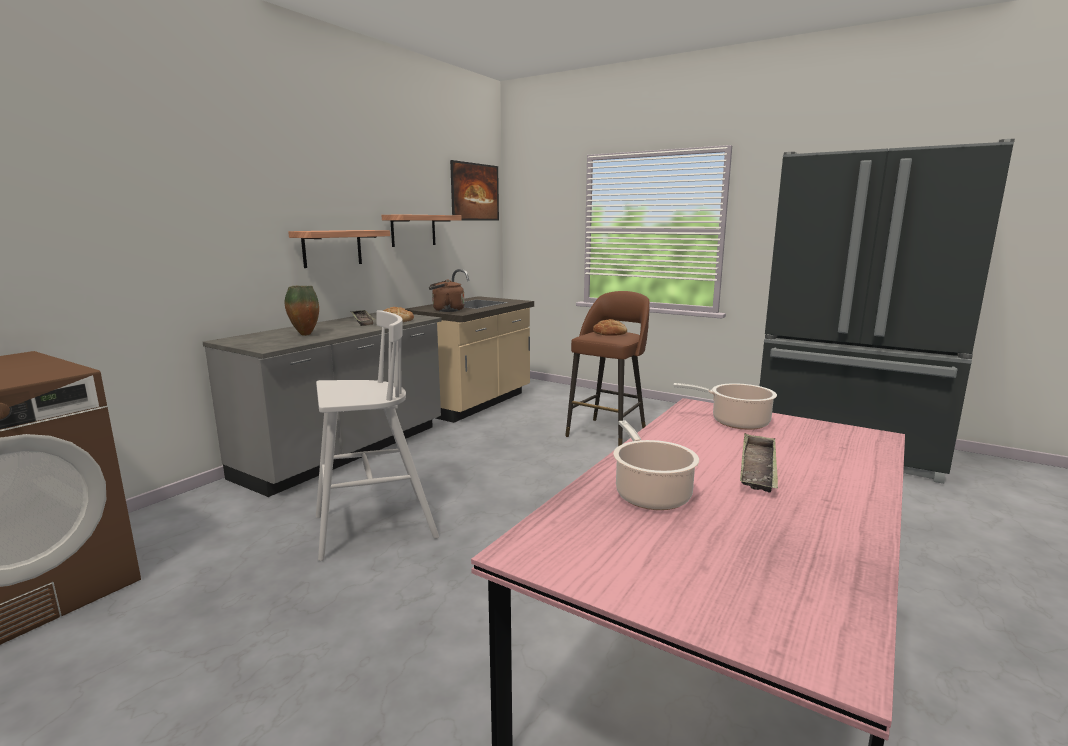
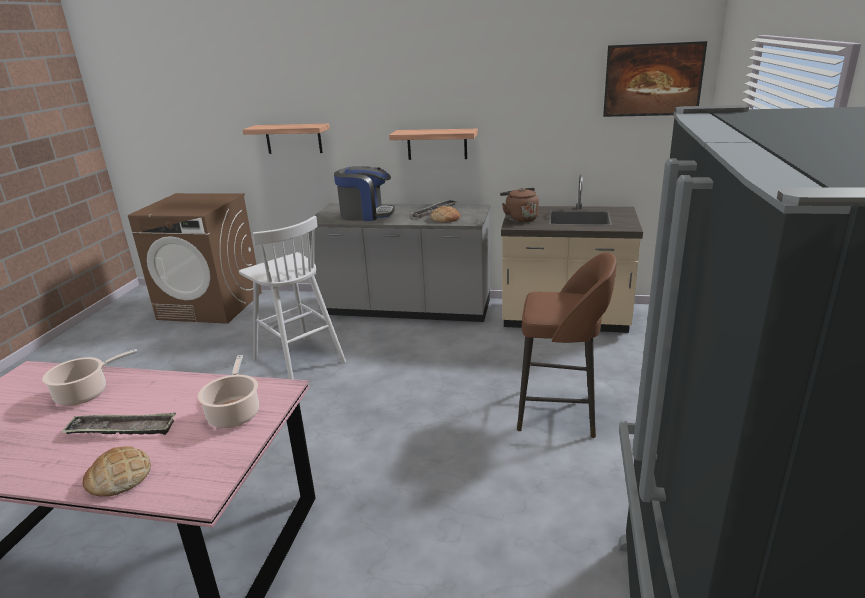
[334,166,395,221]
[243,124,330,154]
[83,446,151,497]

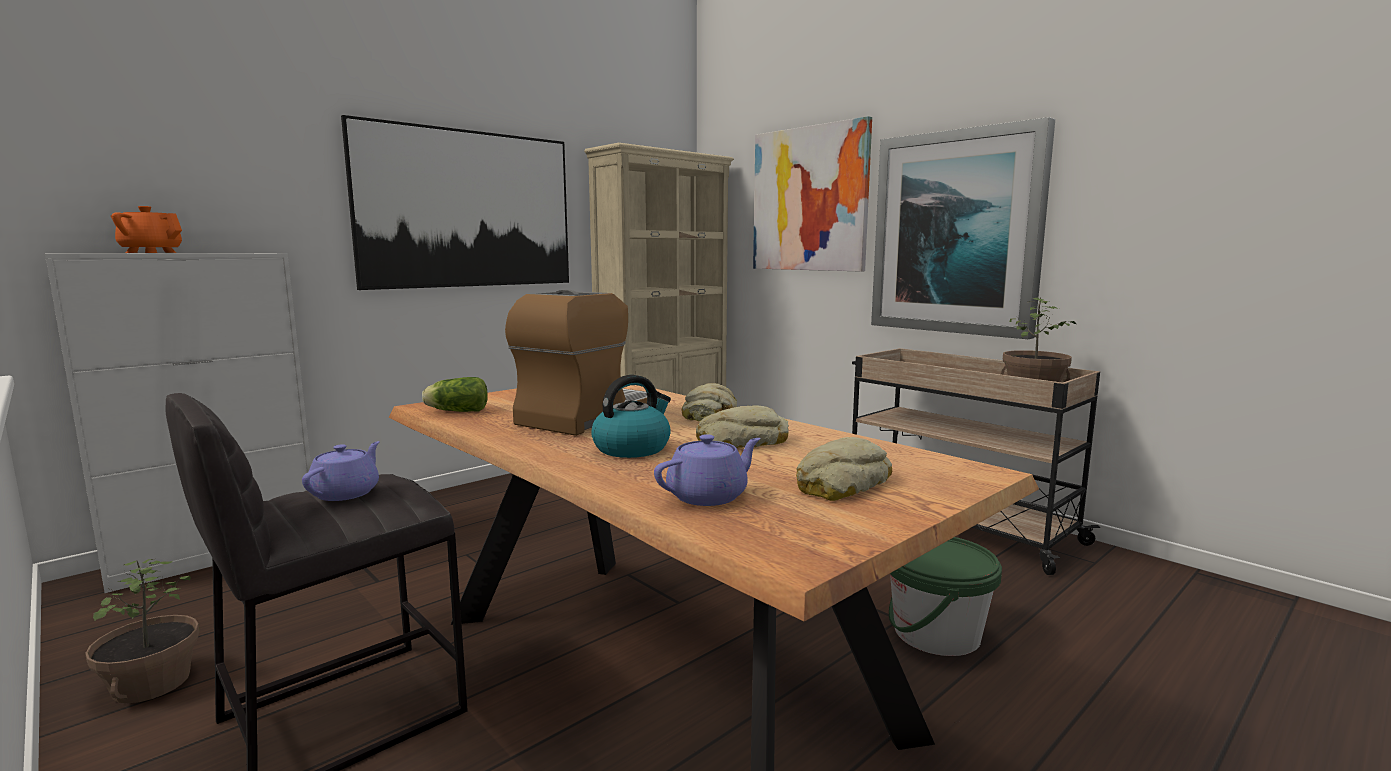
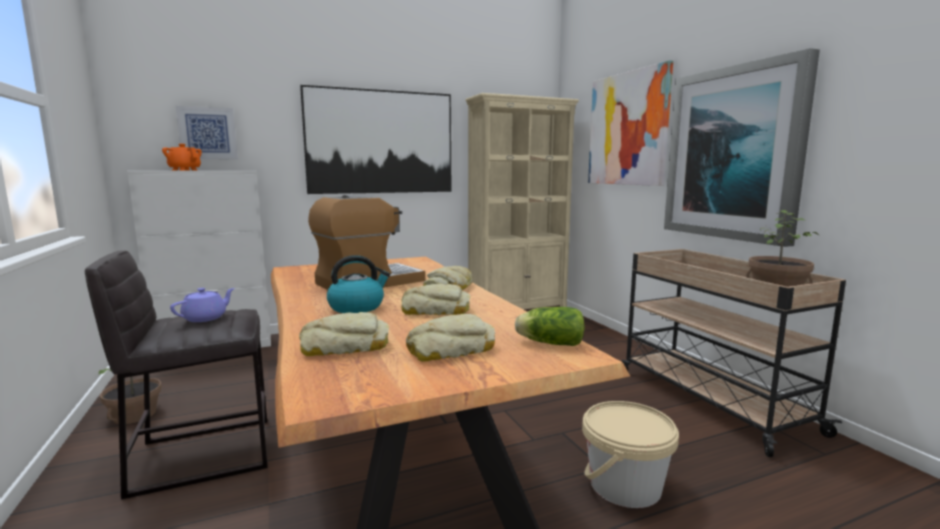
[515,307,585,346]
[299,312,389,356]
[582,401,679,508]
[176,106,238,159]

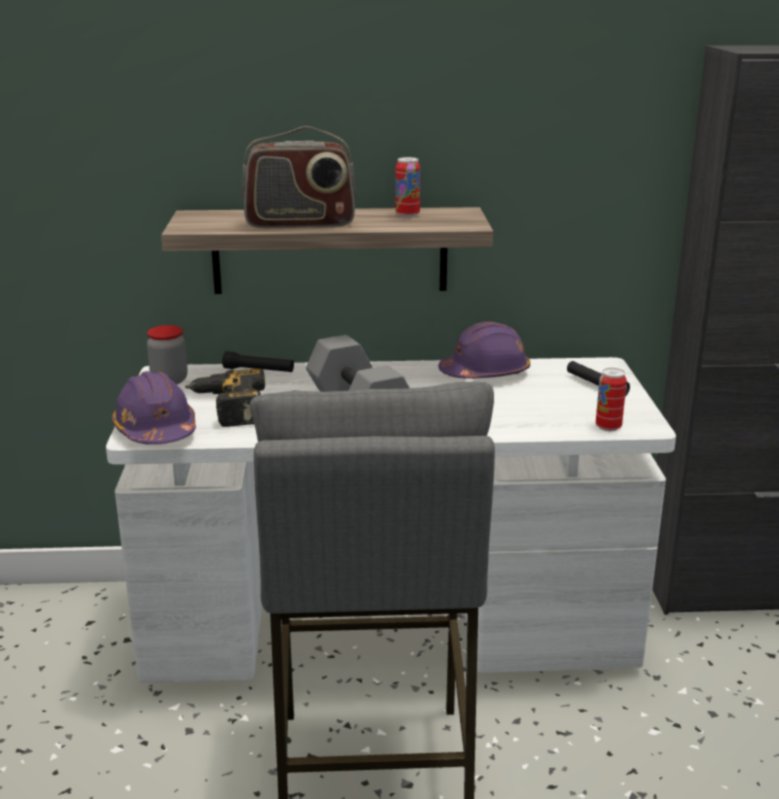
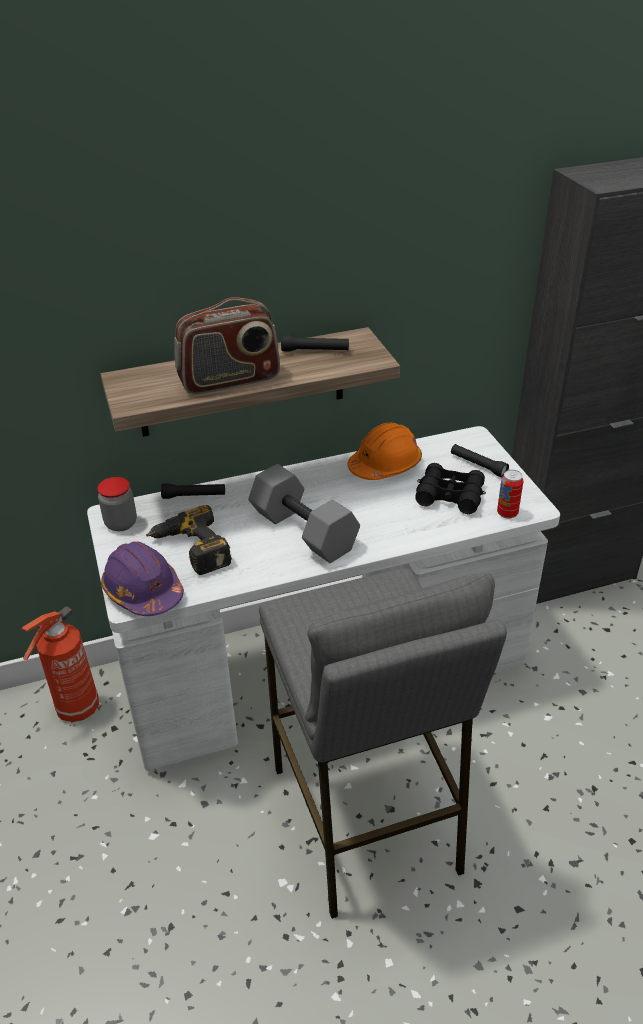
[281,335,349,352]
[348,422,422,480]
[22,607,99,722]
[416,463,486,514]

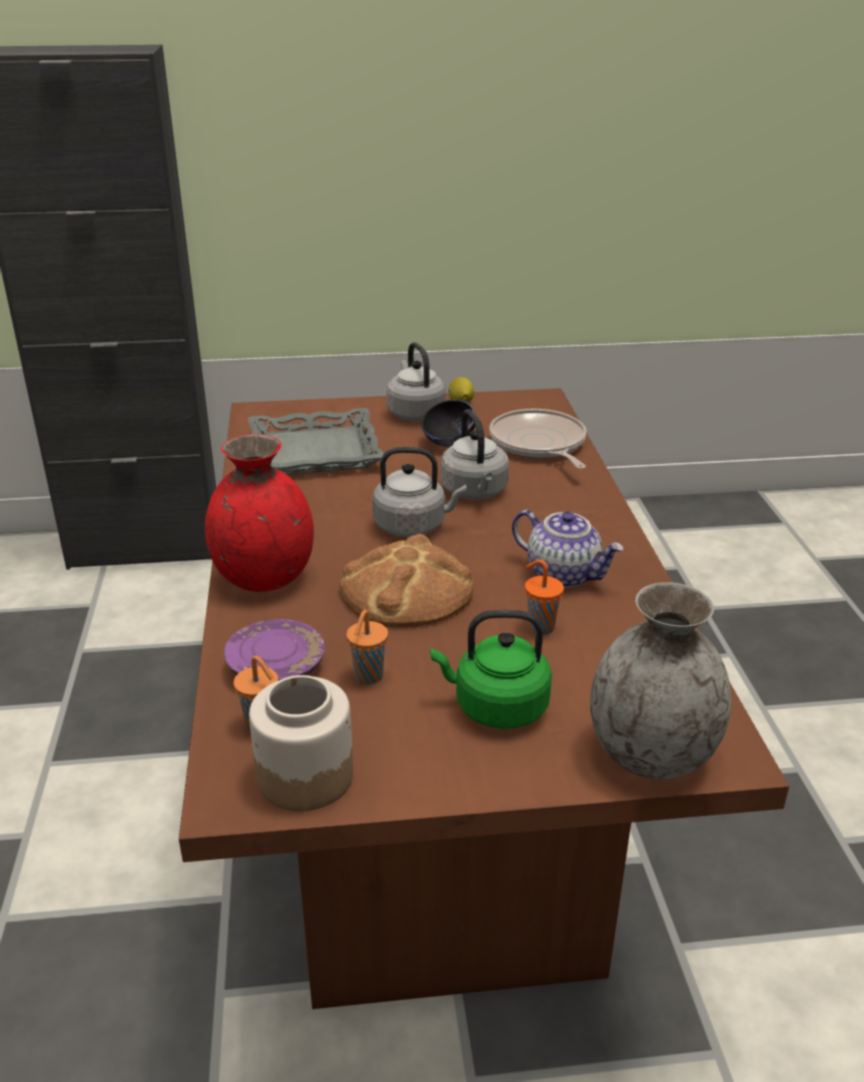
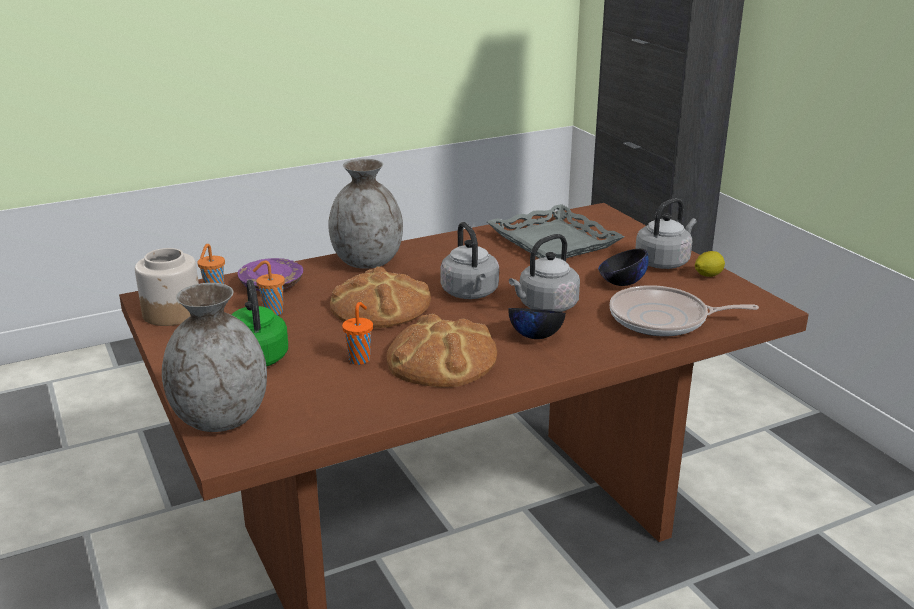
[328,159,403,269]
[609,285,759,336]
[387,314,497,387]
[508,308,566,339]

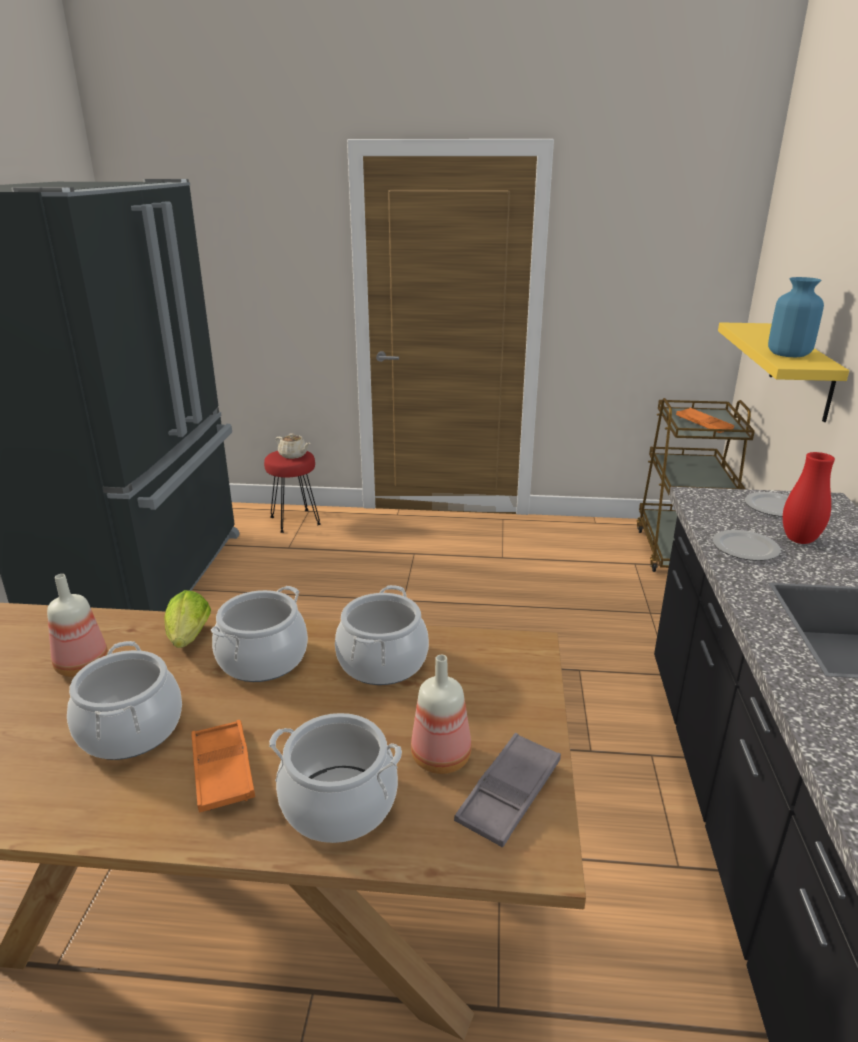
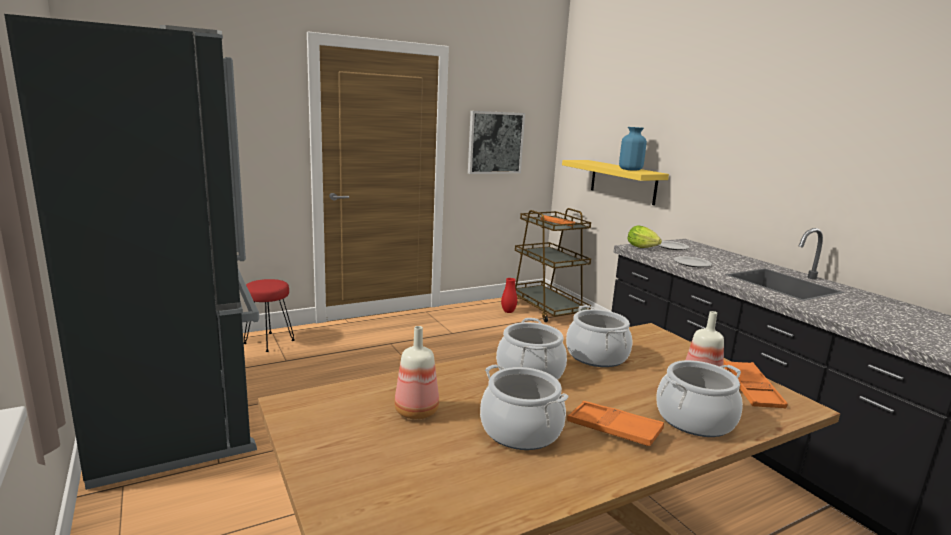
[628,225,662,248]
[276,433,310,459] (first image)
[723,360,788,408]
[501,278,517,313]
[468,111,525,174]

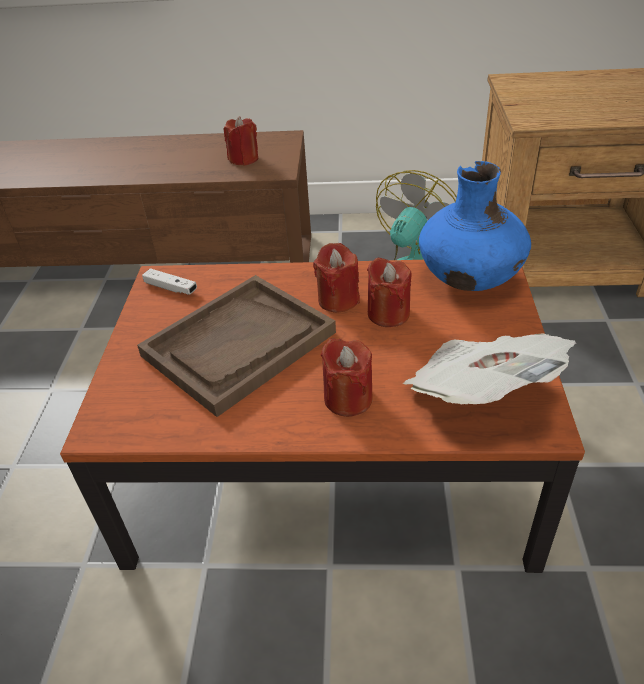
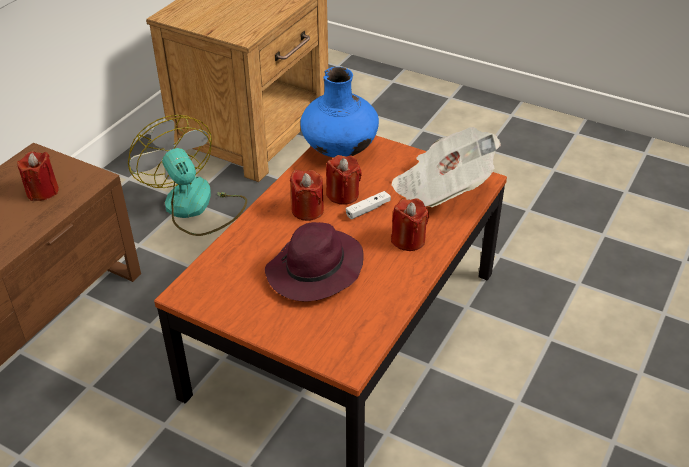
[265,222,364,302]
[346,191,391,219]

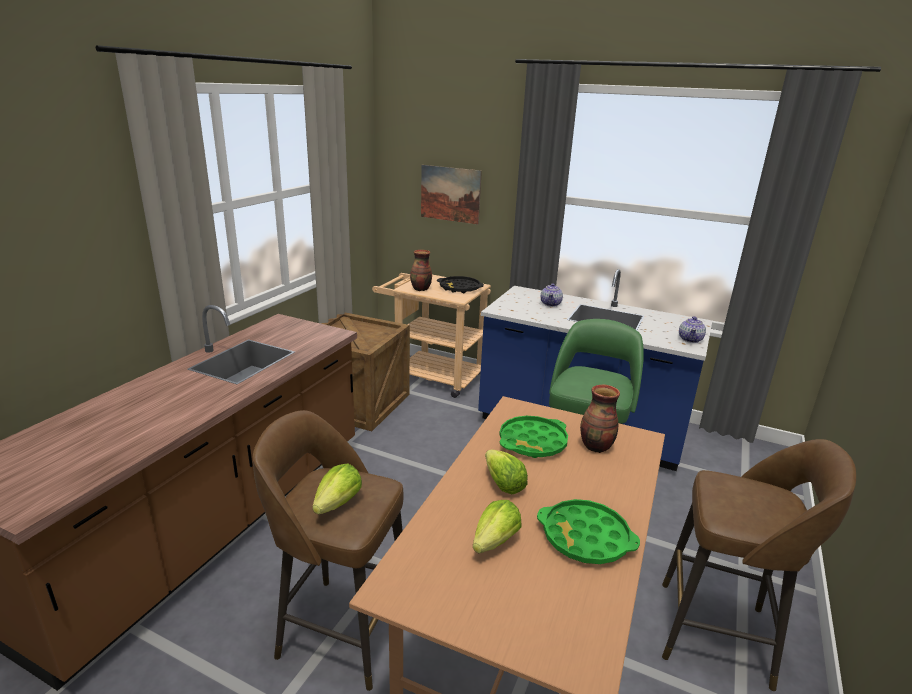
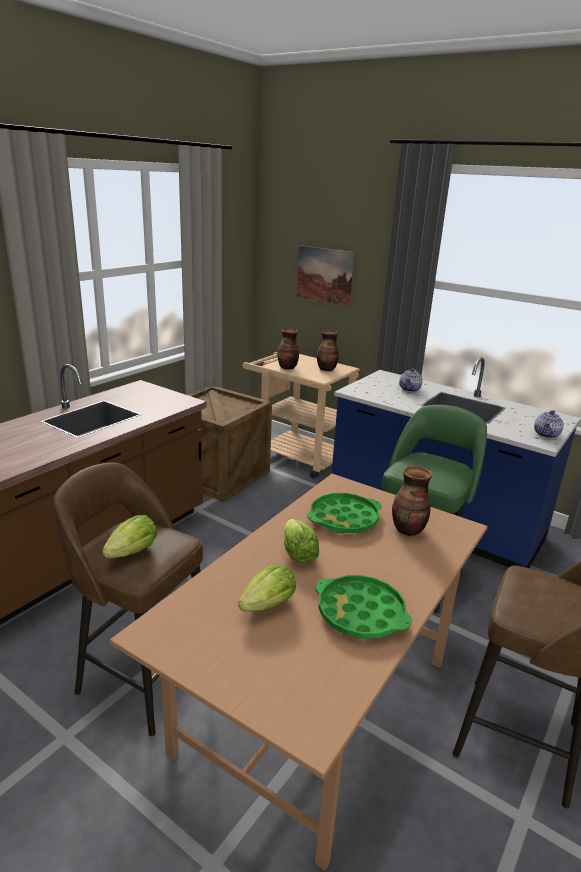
[317,330,339,371]

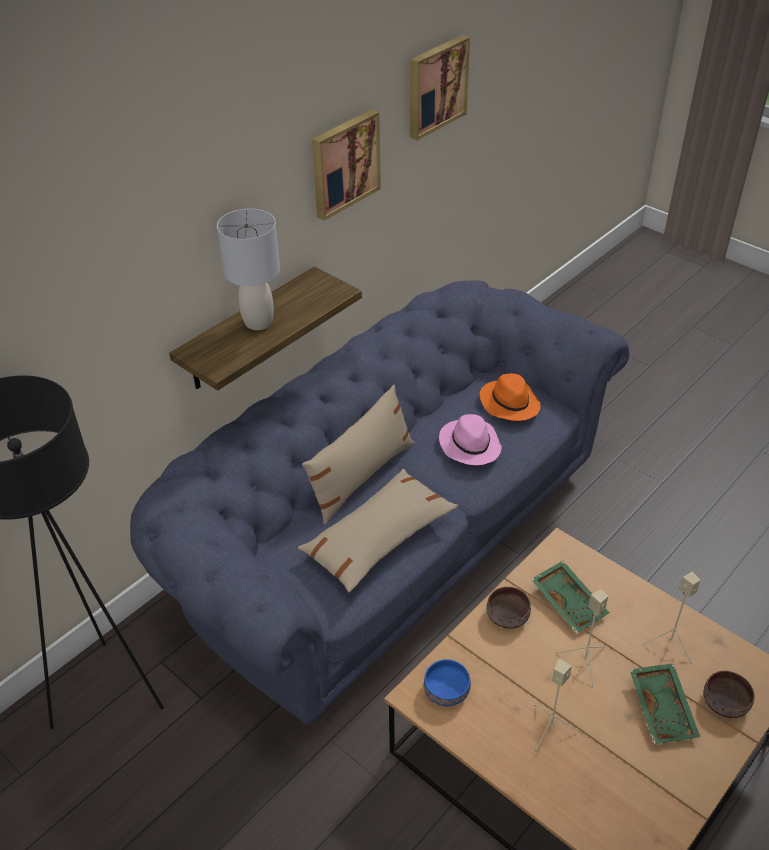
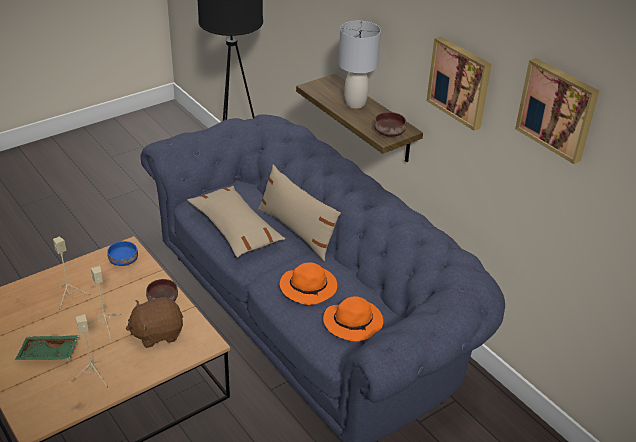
[280,262,337,305]
[126,297,183,348]
[374,112,406,137]

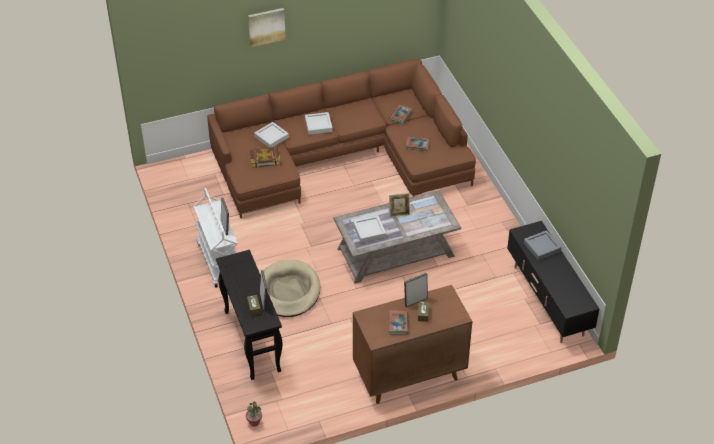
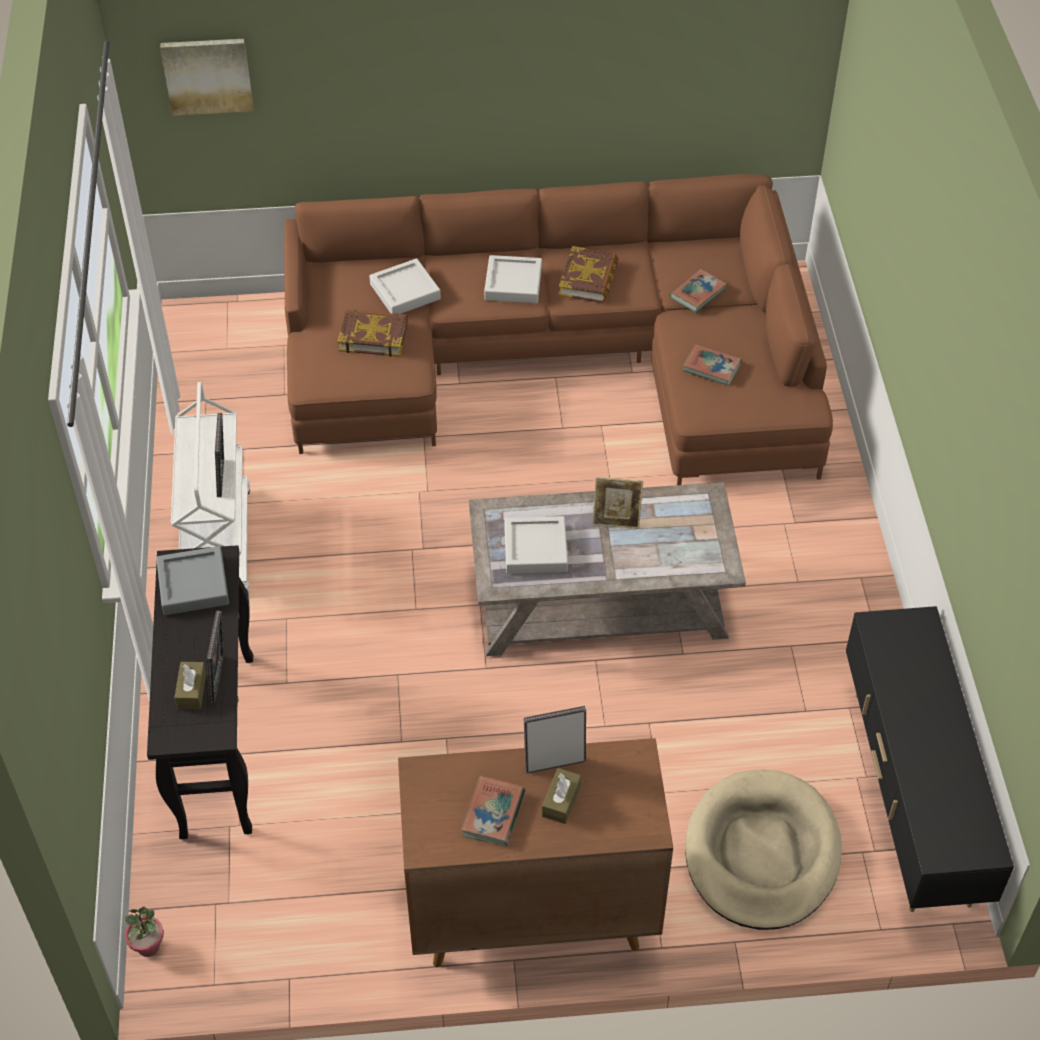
[160,39,254,116]
[685,769,842,930]
[156,546,229,615]
[558,246,619,303]

